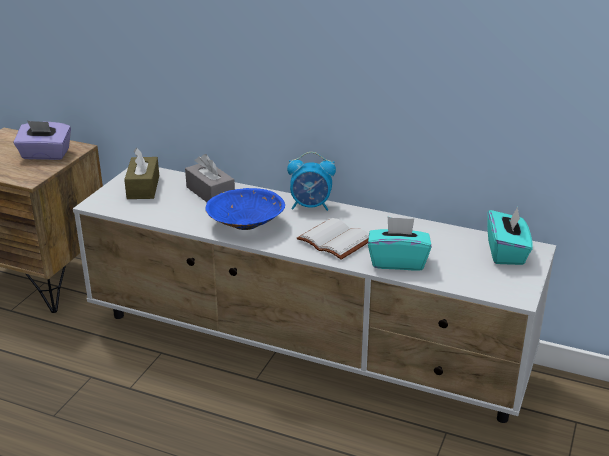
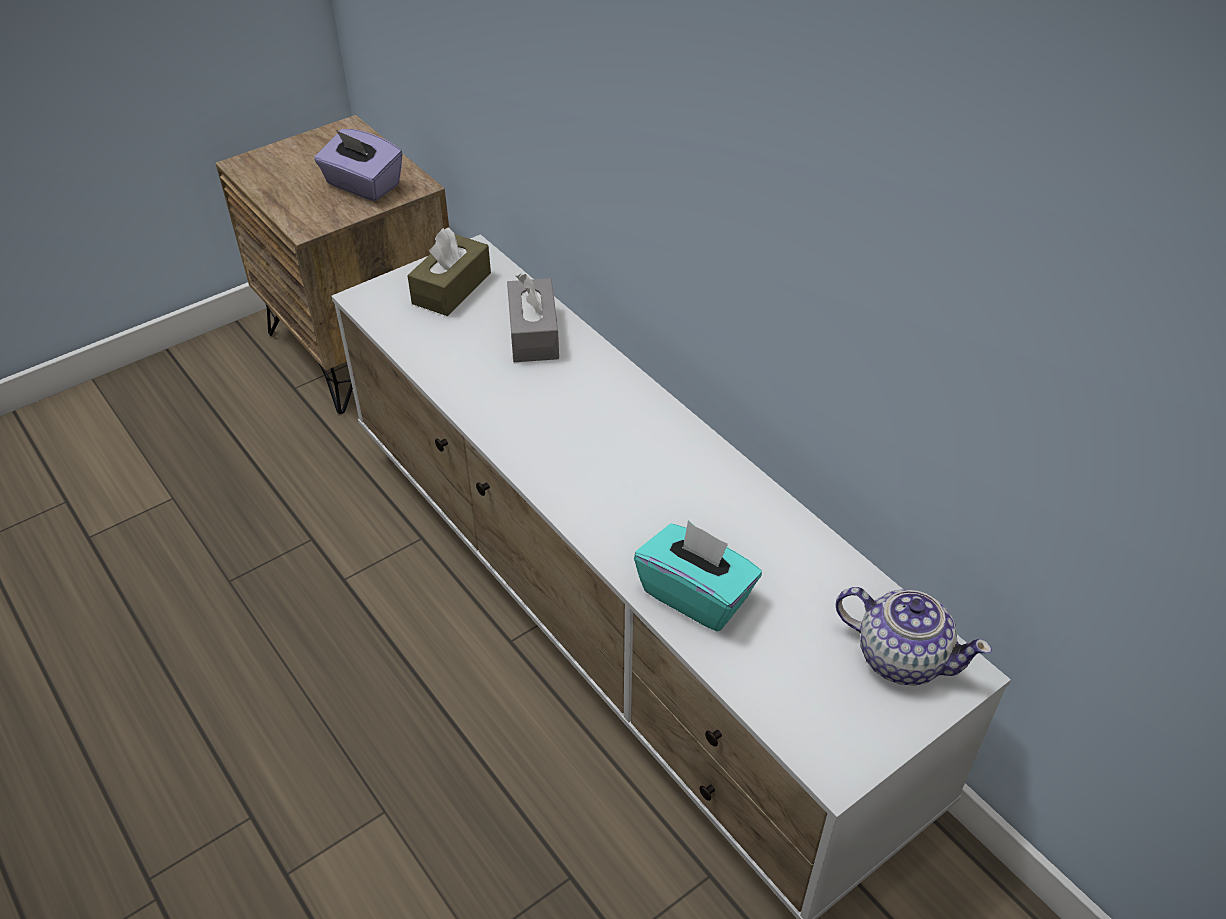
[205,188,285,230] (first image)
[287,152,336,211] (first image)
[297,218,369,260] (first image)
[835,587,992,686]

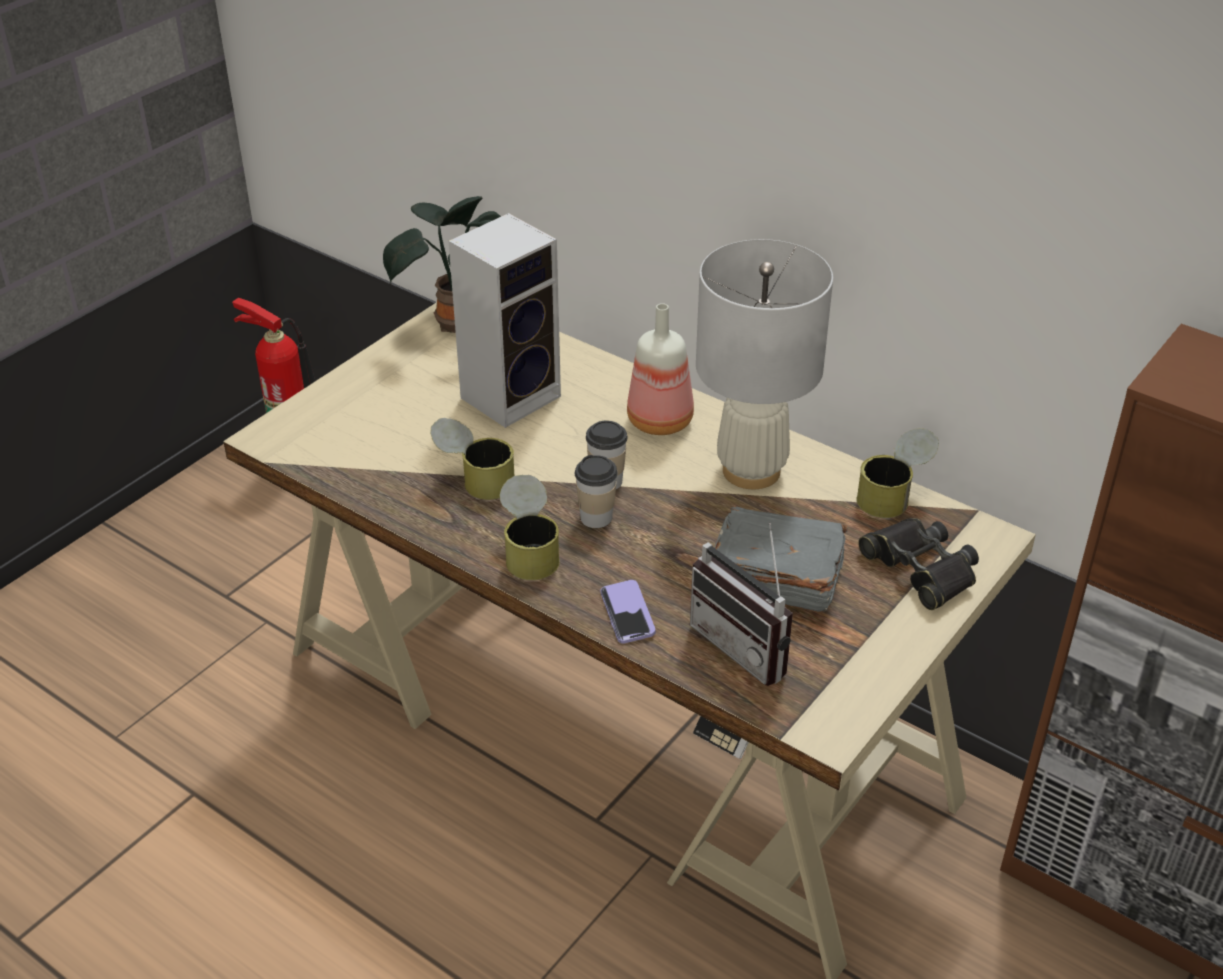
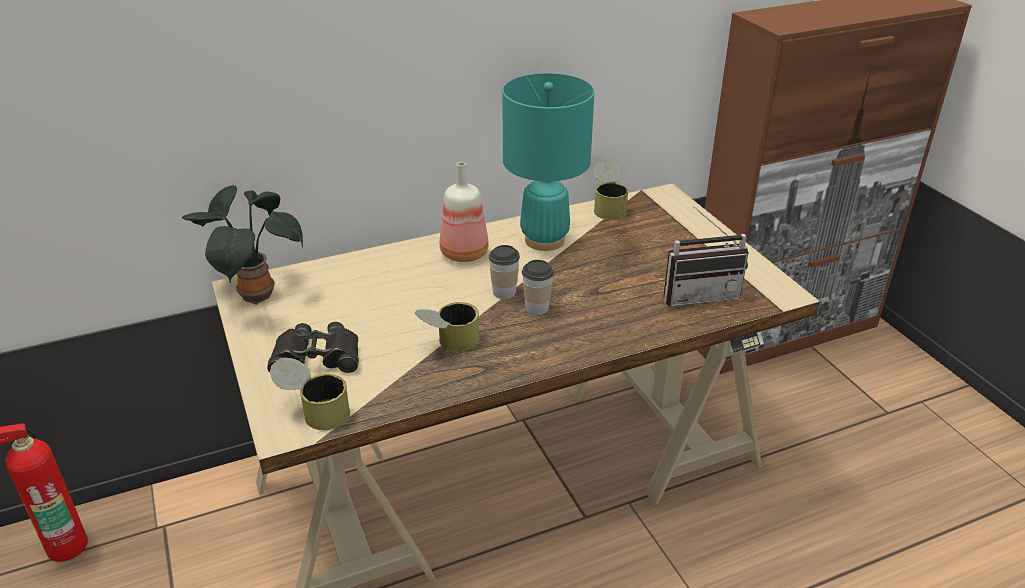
[449,213,561,428] (first image)
[270,358,350,430]
[600,580,656,644] (first image)
[502,73,595,251]
[714,506,847,612] (first image)
[267,322,359,373]

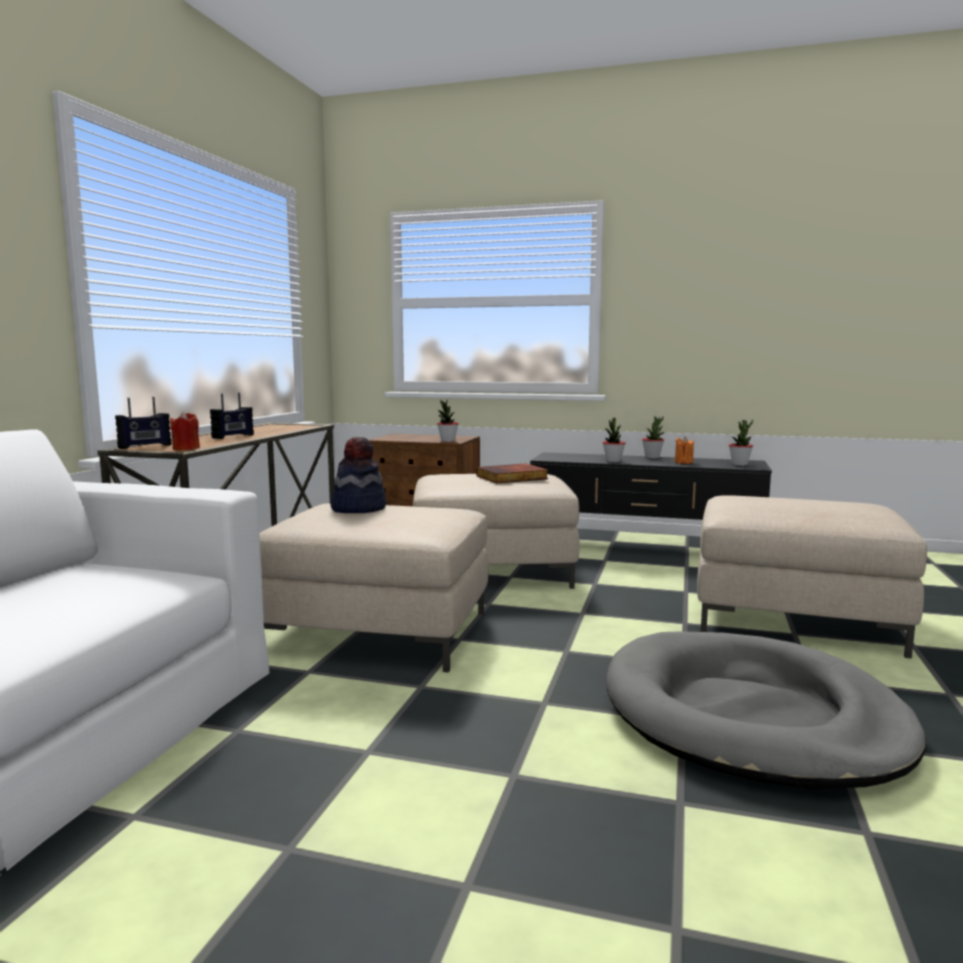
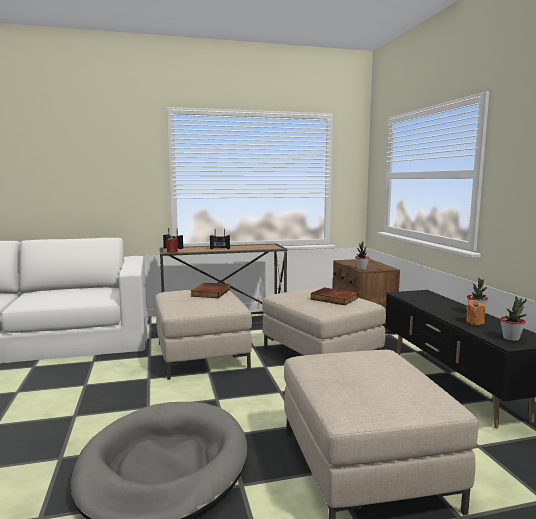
[191,283,230,298]
[603,418,625,462] (first image)

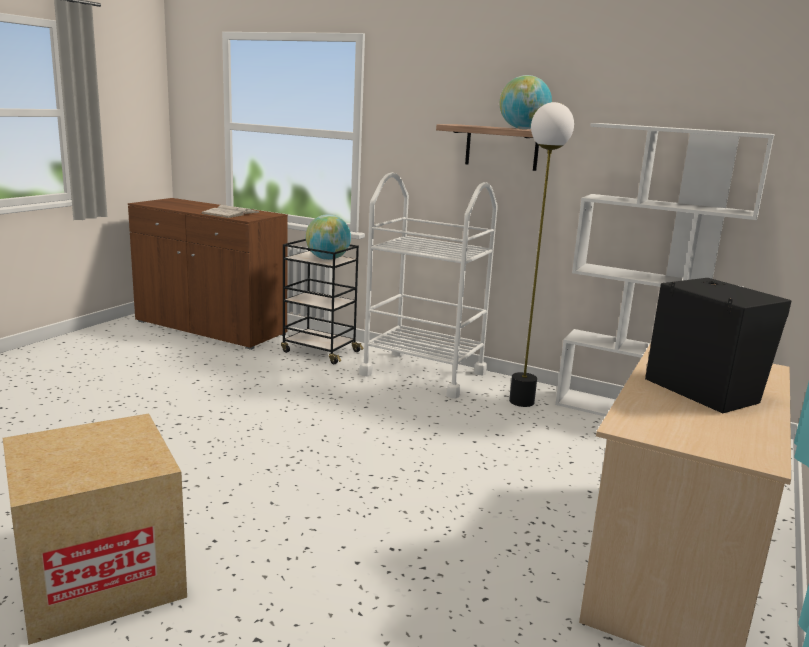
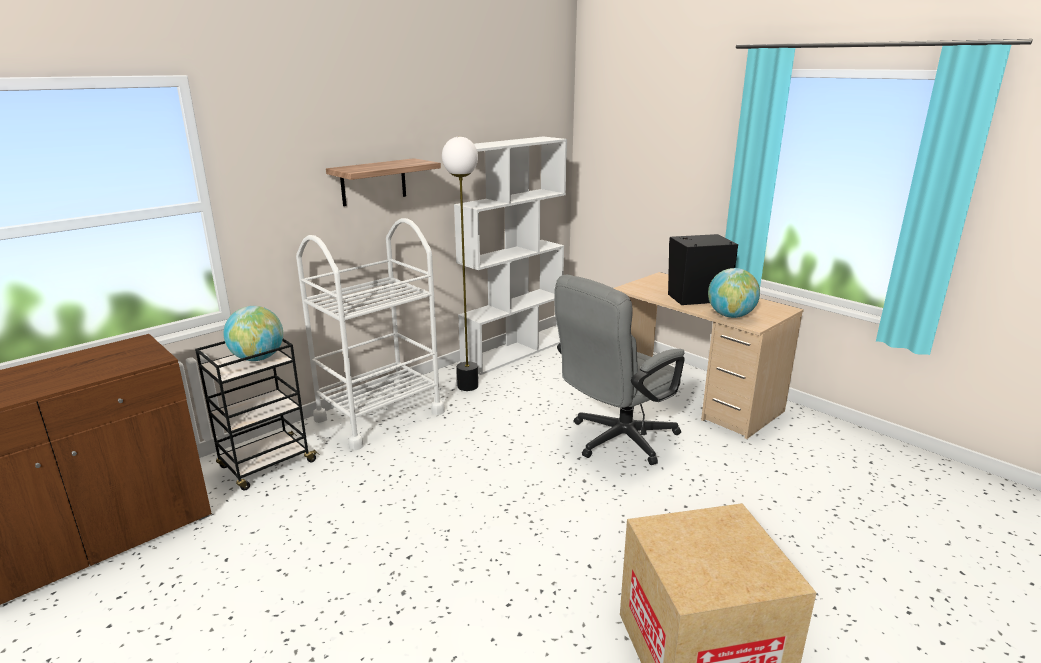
[201,205,260,218] (first image)
[708,268,760,318]
[555,275,685,465]

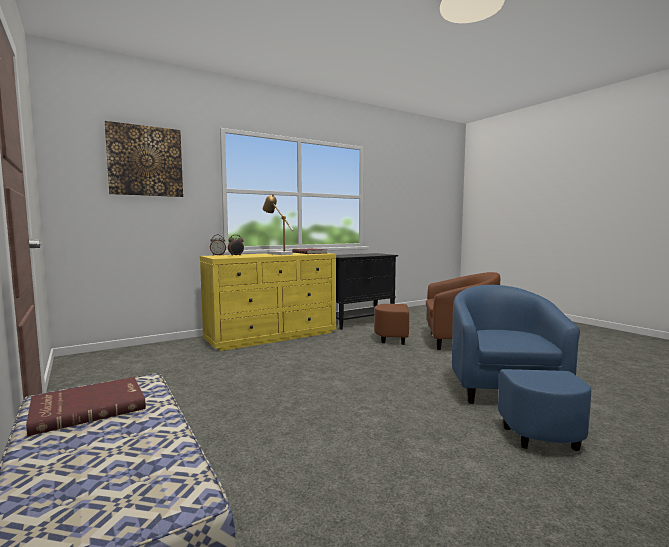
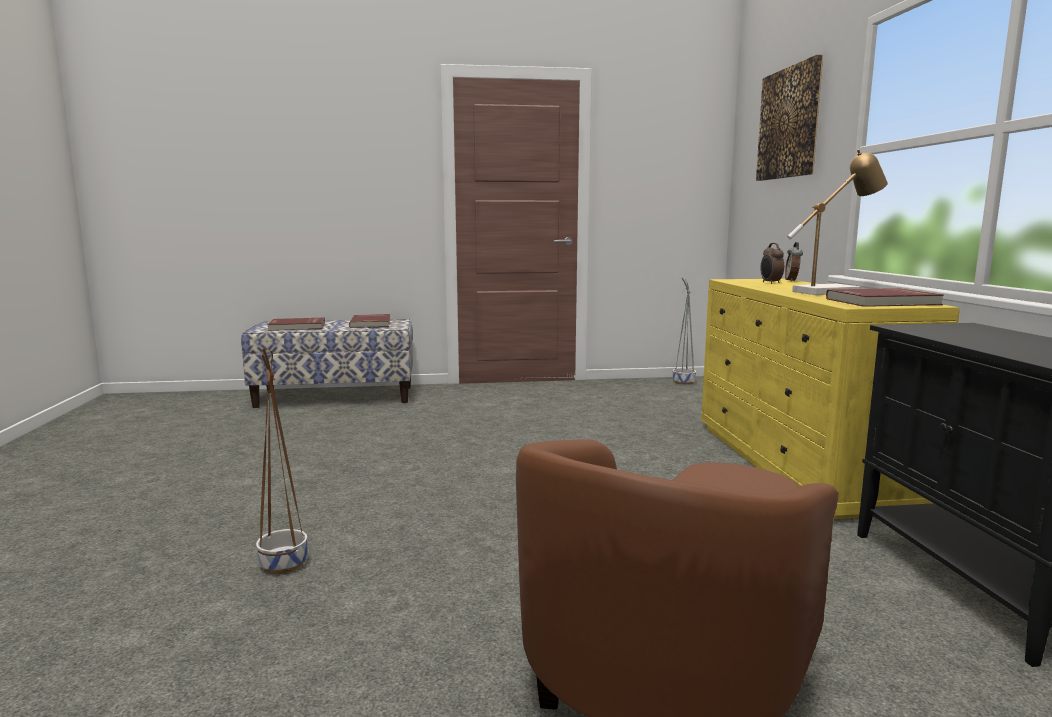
[256,348,309,574]
[267,318,325,331]
[673,278,696,385]

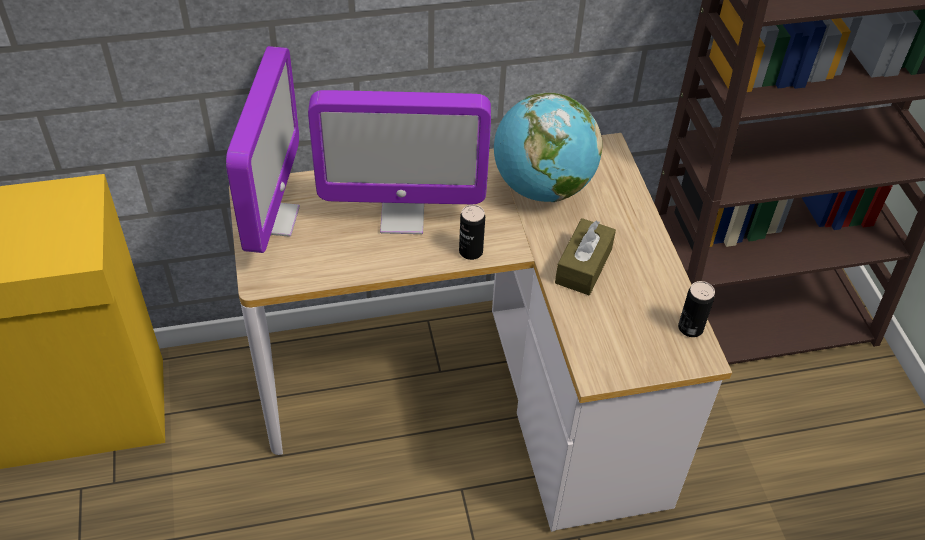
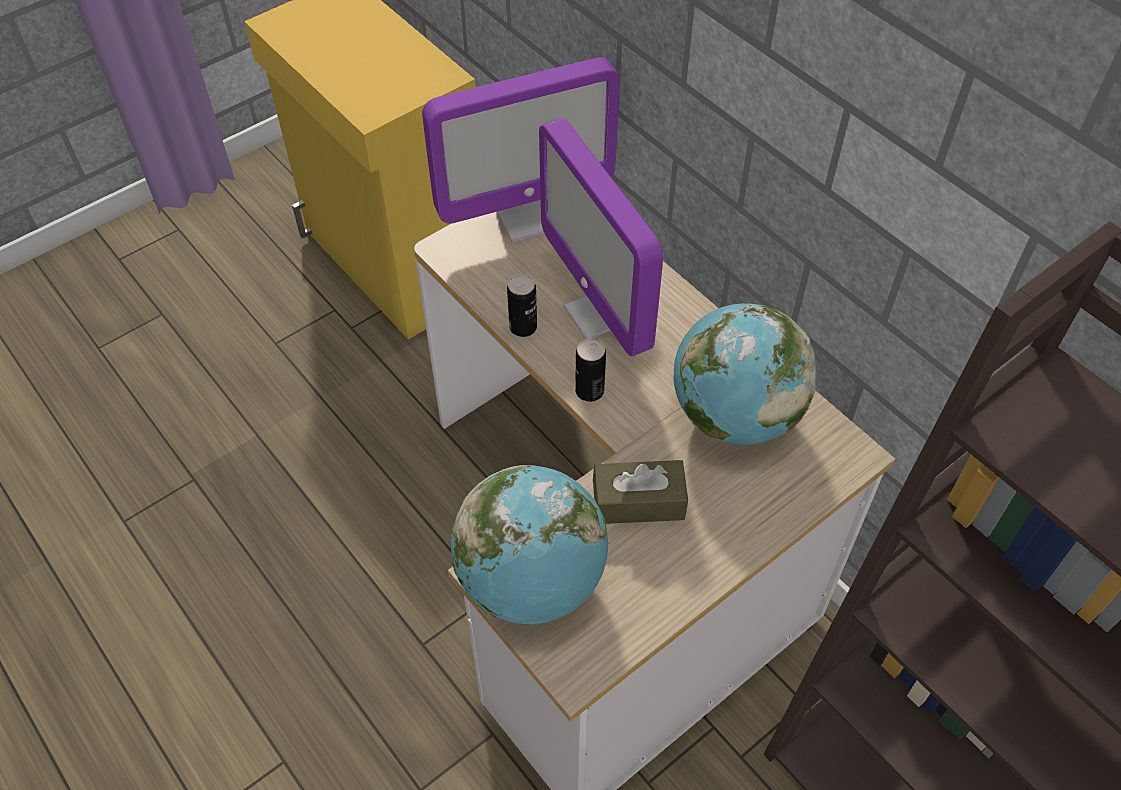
[507,274,537,337]
[451,465,608,624]

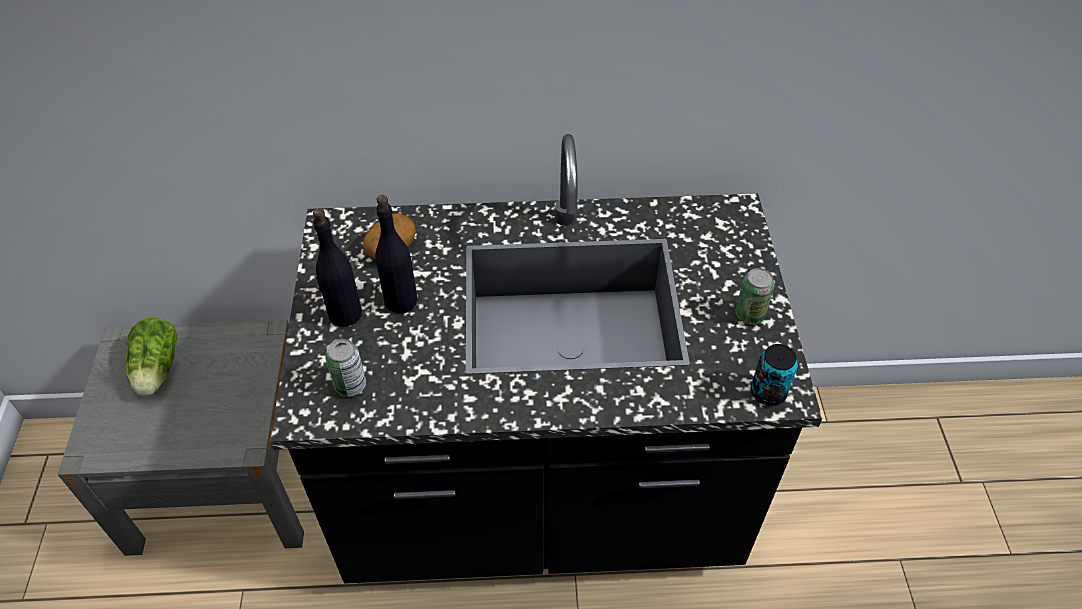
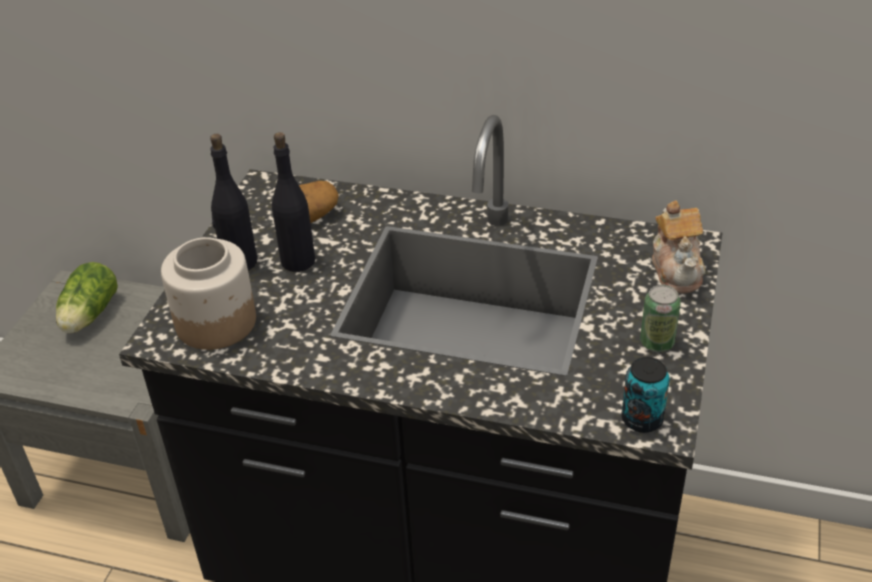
[161,237,256,350]
[652,201,706,294]

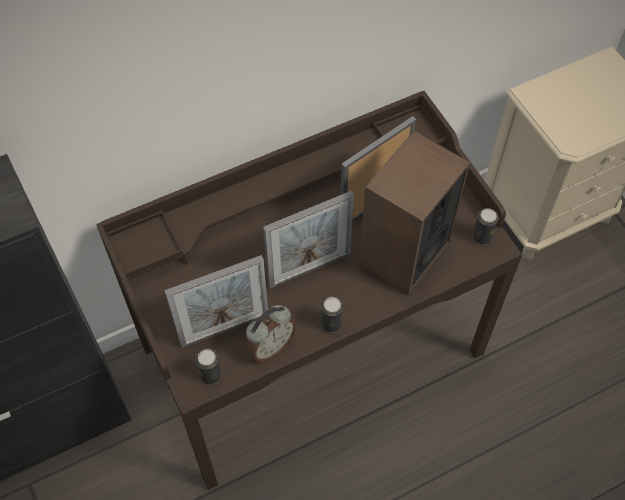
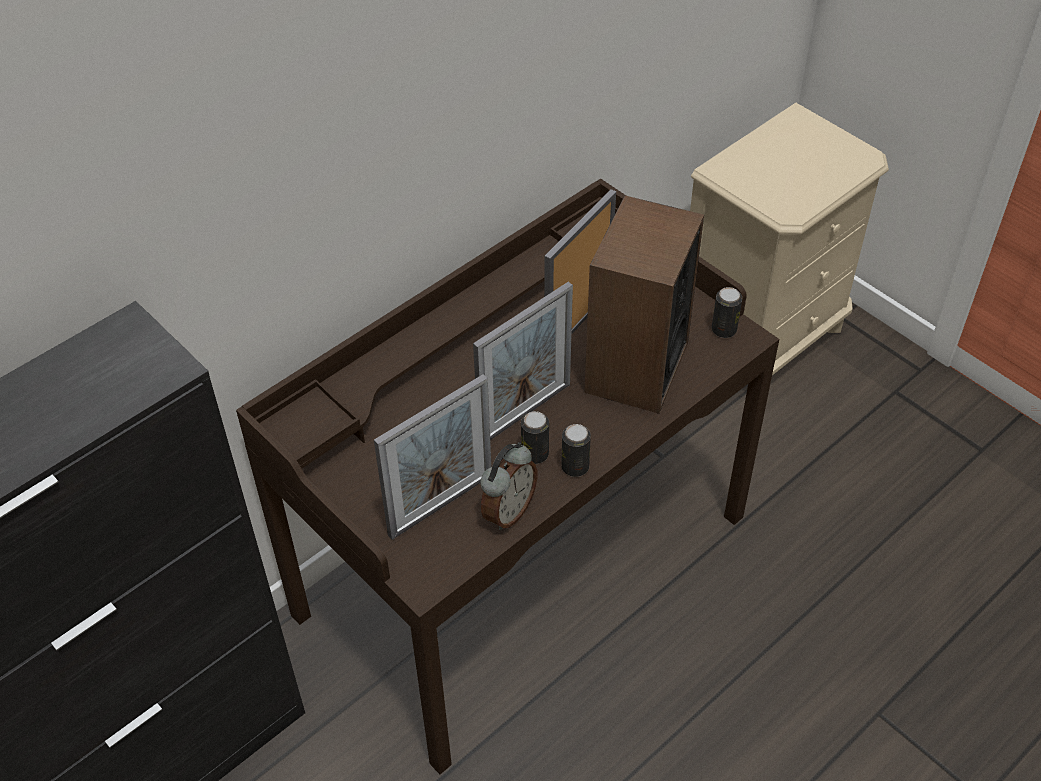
[521,411,549,464]

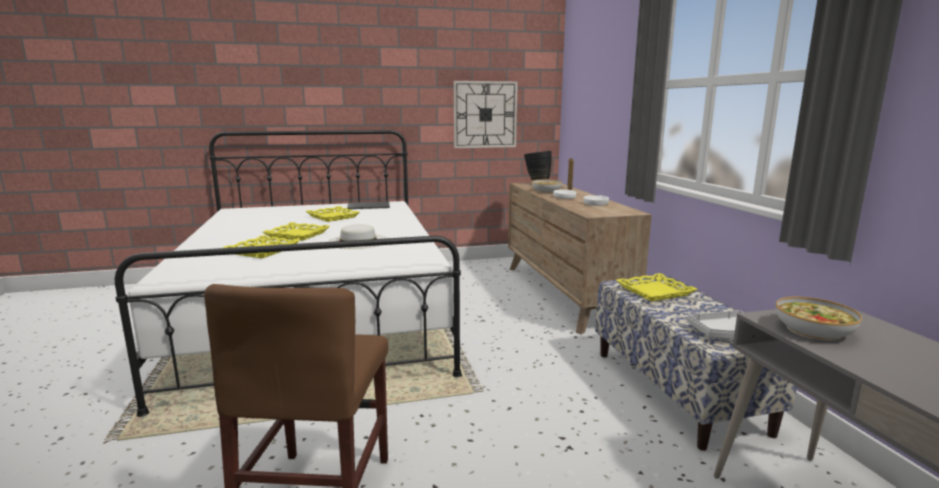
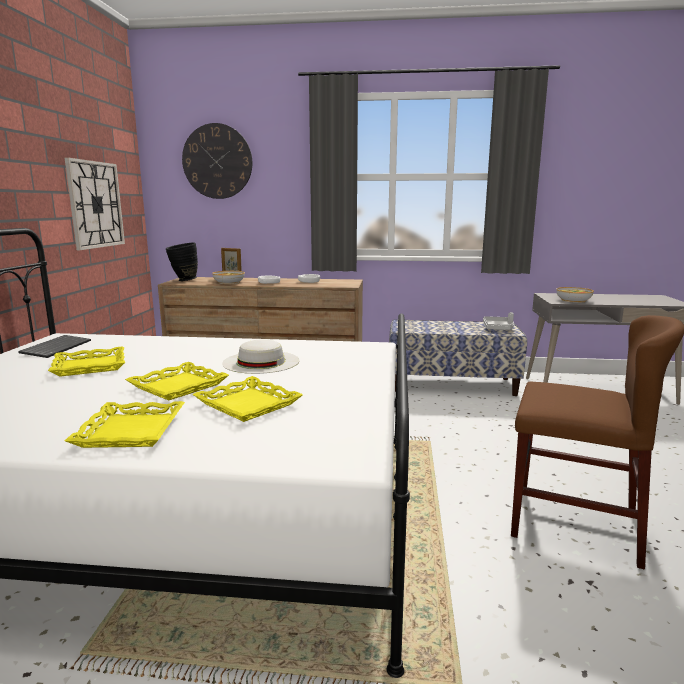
[65,401,185,448]
[182,123,252,199]

